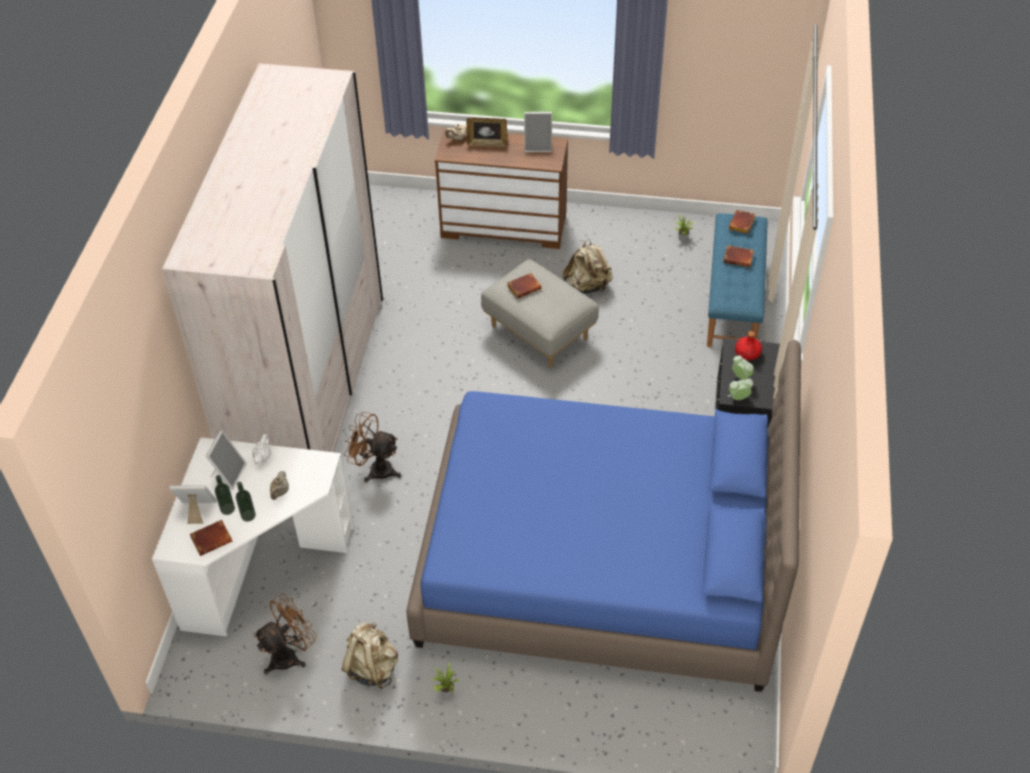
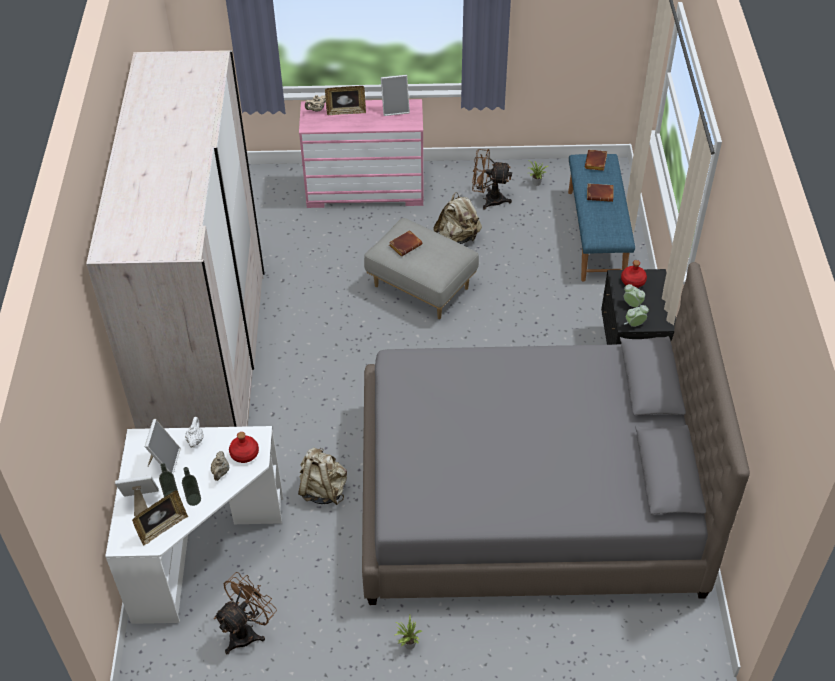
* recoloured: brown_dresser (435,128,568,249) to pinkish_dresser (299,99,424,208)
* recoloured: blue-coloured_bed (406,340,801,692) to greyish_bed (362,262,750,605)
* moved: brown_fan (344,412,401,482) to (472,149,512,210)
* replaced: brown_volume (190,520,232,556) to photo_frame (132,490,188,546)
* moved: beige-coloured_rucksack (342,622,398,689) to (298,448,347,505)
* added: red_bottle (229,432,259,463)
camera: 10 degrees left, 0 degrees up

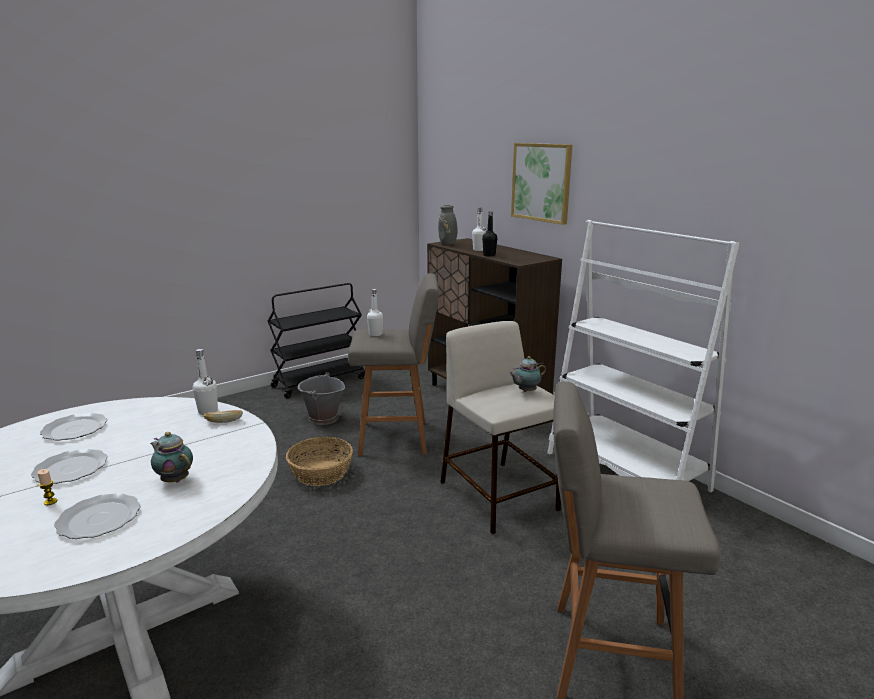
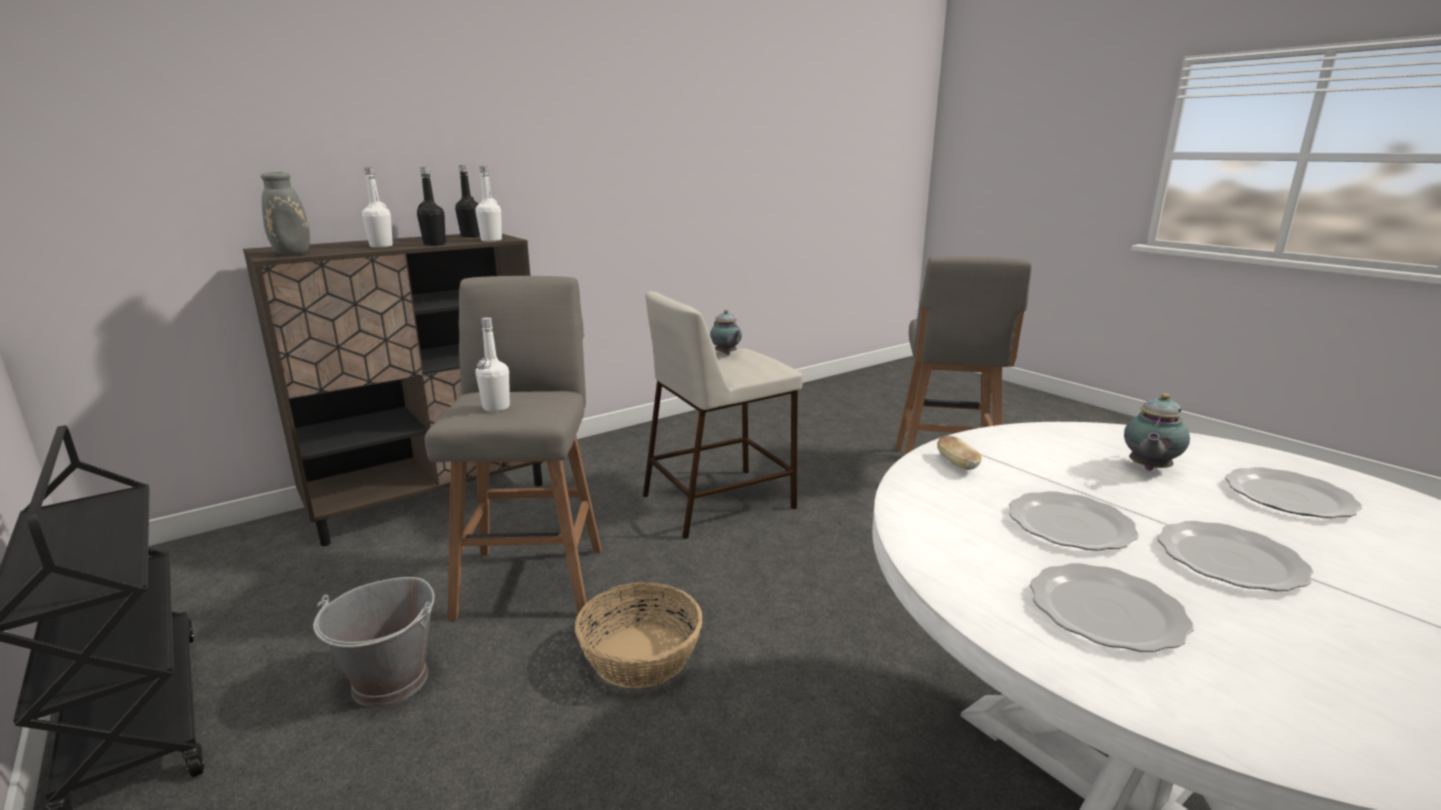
* removed: wall_art (511,143,572,225)
* removed: white-coloured_bookcase (547,220,739,493)
* moved: white-coloured_bottle (193,349,218,415) to (475,166,502,241)
* removed: wax_candle (37,469,58,505)
* added: black-coloured_bottle (455,165,480,237)
* added: dinner_plate (1009,491,1139,551)
camera: 90 degrees left, 0 degrees up

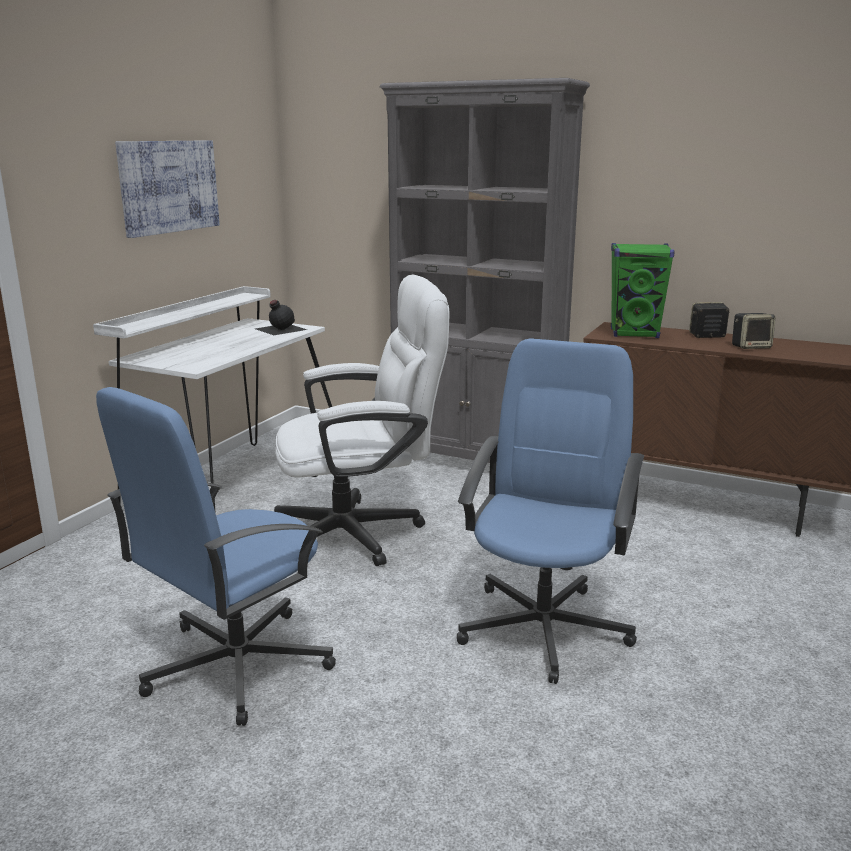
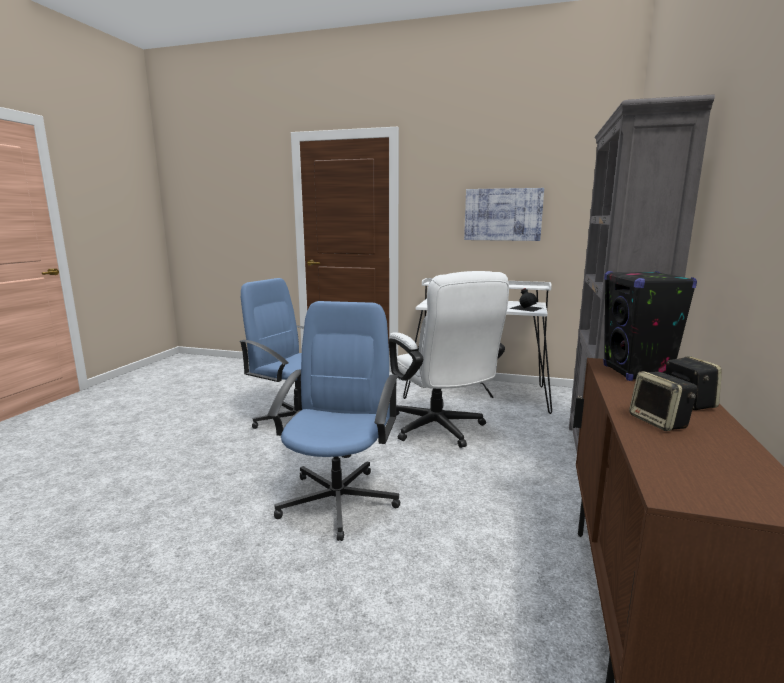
* recoloured: green-coloured_audio_speaker (611,243,675,338) to black-coloured_audio_speaker (603,271,697,381)
* turned: blue-coloured_desk_chair (457,338,645,684) = (268,301,400,541) 90 degrees counterclockwise
camera: 80 degrees right, 5 degrees down

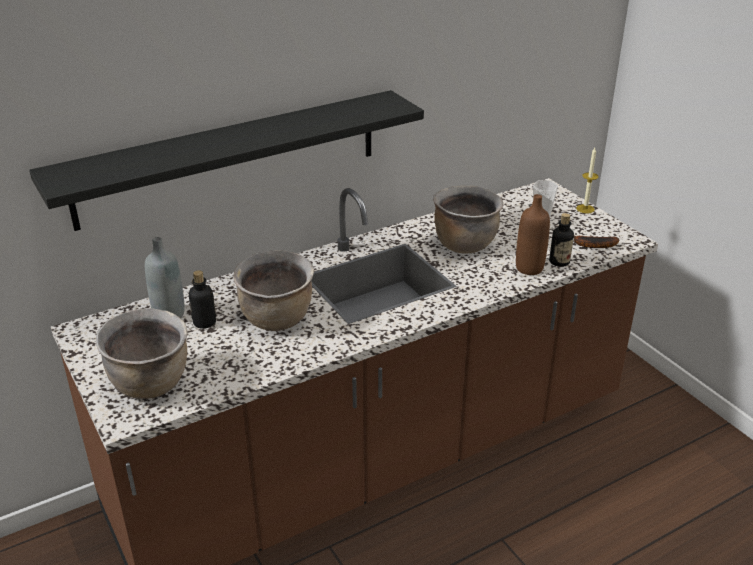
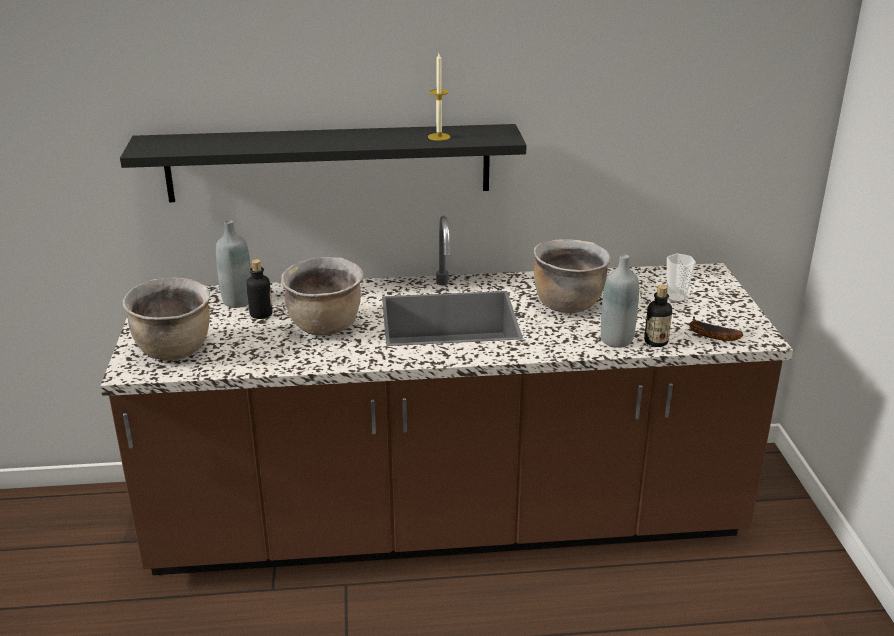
* moved: wax_candle (576,148,598,213) to (428,53,450,141)
* recoloured: brown_bottle (516,194,550,275) to greyish_bottle (601,254,639,348)
camera: 25 degrees right, 5 degrees down

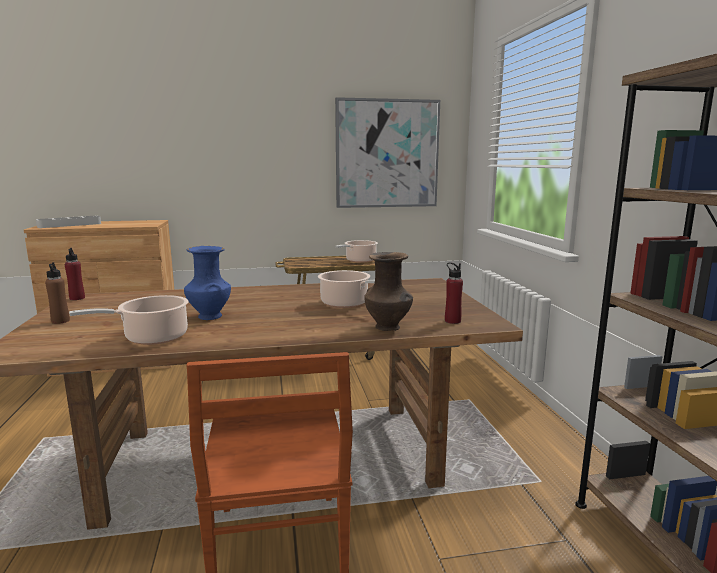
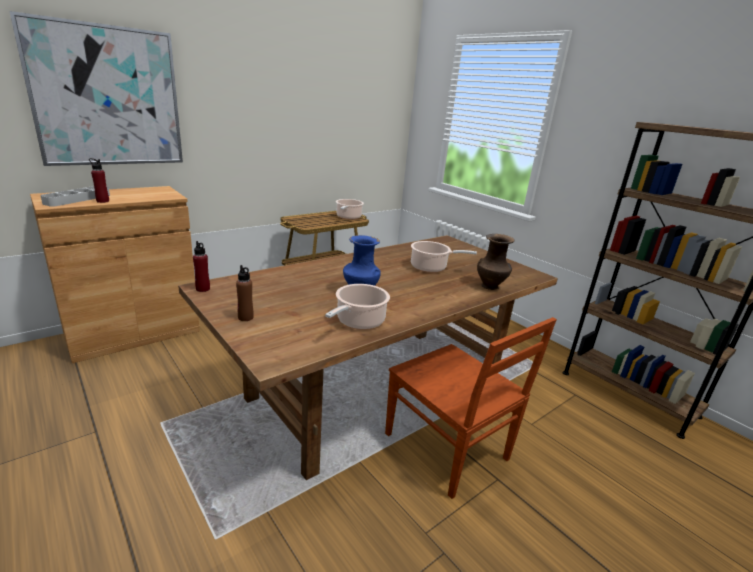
* moved: wall_art (335,97,440,208) to (9,11,183,166)
* moved: red_bottle (445,262,463,324) to (89,158,109,203)
camera: 30 degrees left, 10 degrees up

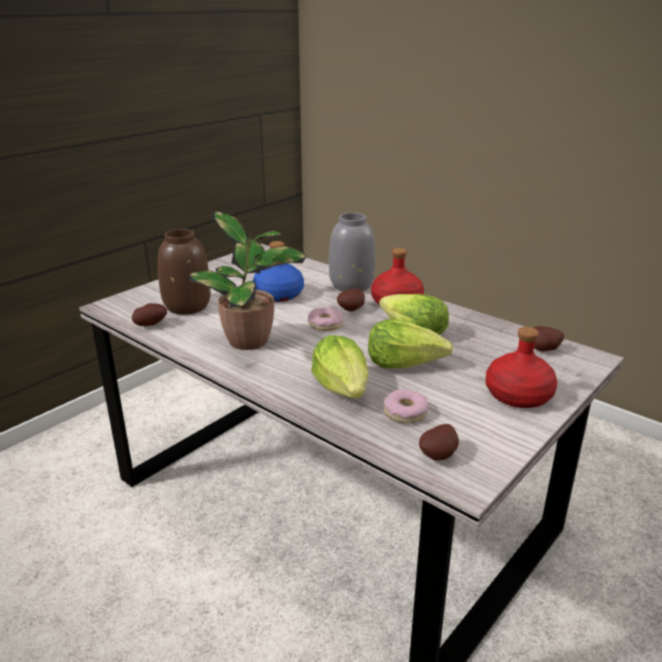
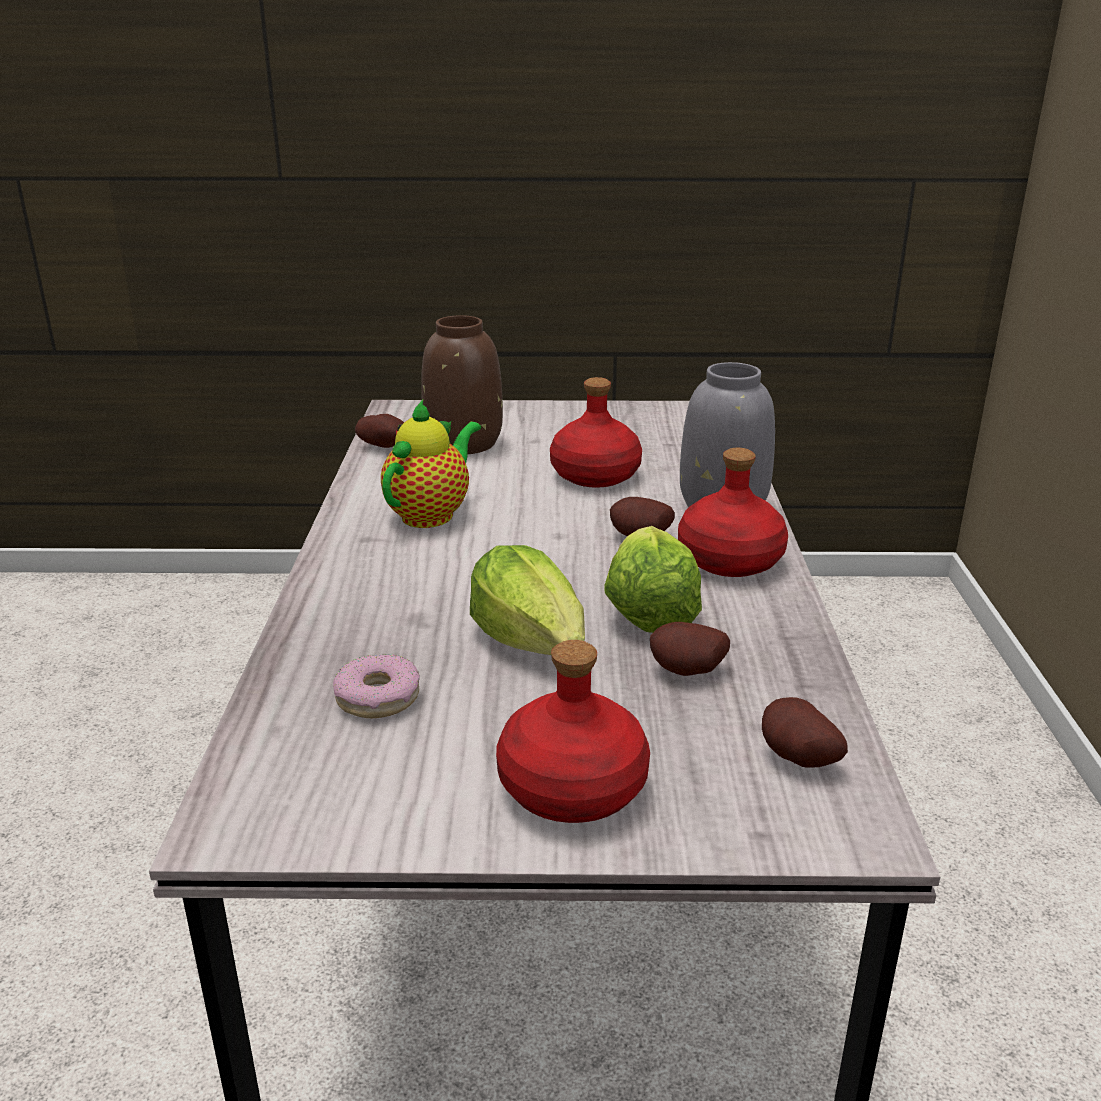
* replaced: houseplant (189,211,306,350) to tea_pot (381,400,481,528)
* recoloured: blue-coloured_bottle (253,241,304,302) to red_bottle (550,377,642,488)
* removed: ring_doughnut (308,307,343,331)
* removed: lettuce_head (311,335,369,399)
* moved: potato (419,424,459,460) to (650,622,730,676)
camera: 50 degrees right, 0 degrees up

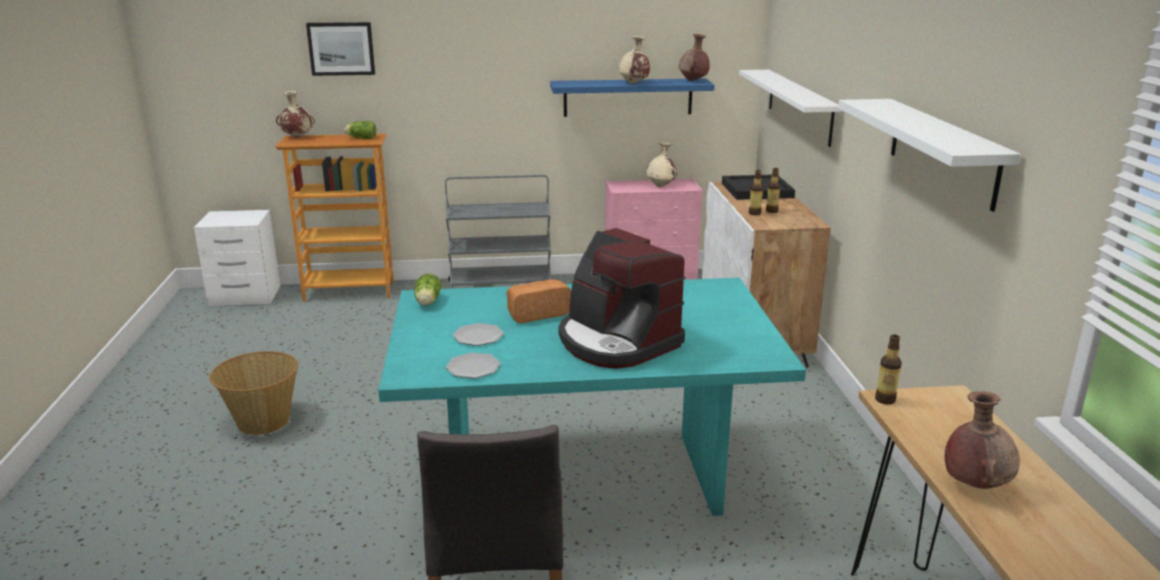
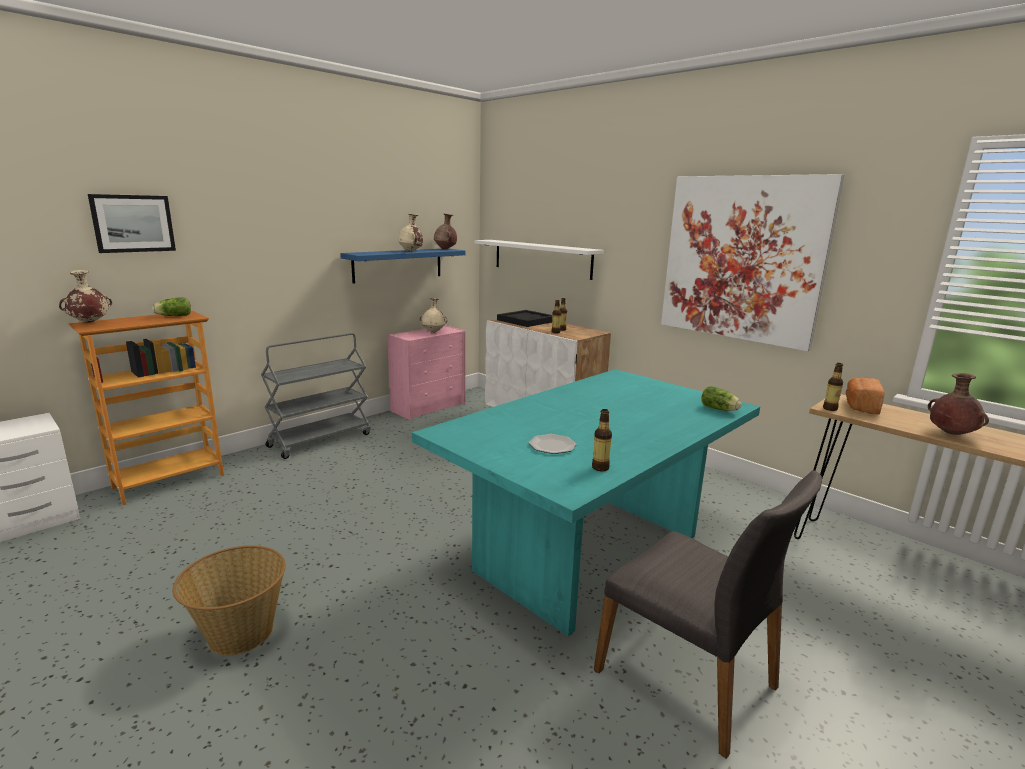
* replaced: white-coloured_wall_shelf (838,99,1021,212) to wall_art (661,174,844,351)
* removed: coffee_machine (559,228,686,369)
* moved: lettuce_head (414,274,441,306) to (701,386,741,411)
* moved: bread (506,279,571,323) to (846,377,885,414)
* replaced: dinner_plate (446,353,501,379) to bottle (592,409,612,471)
camera: 40 degrees left, 5 degrees down

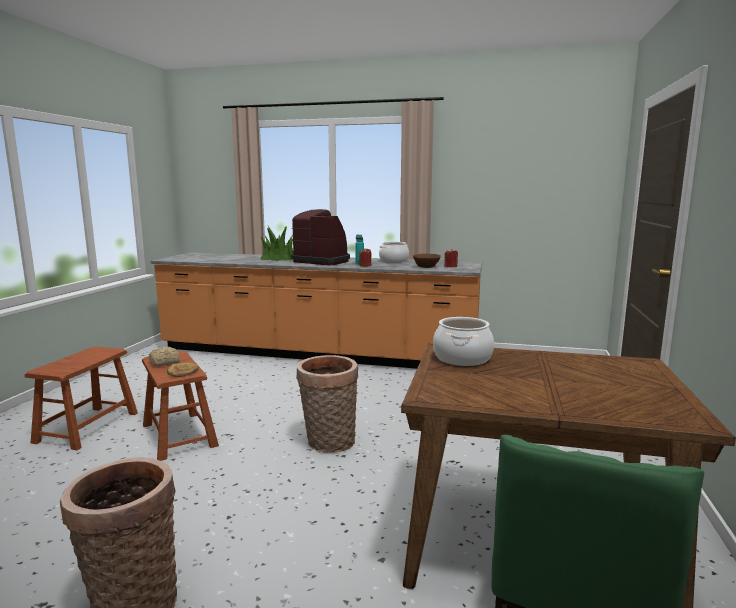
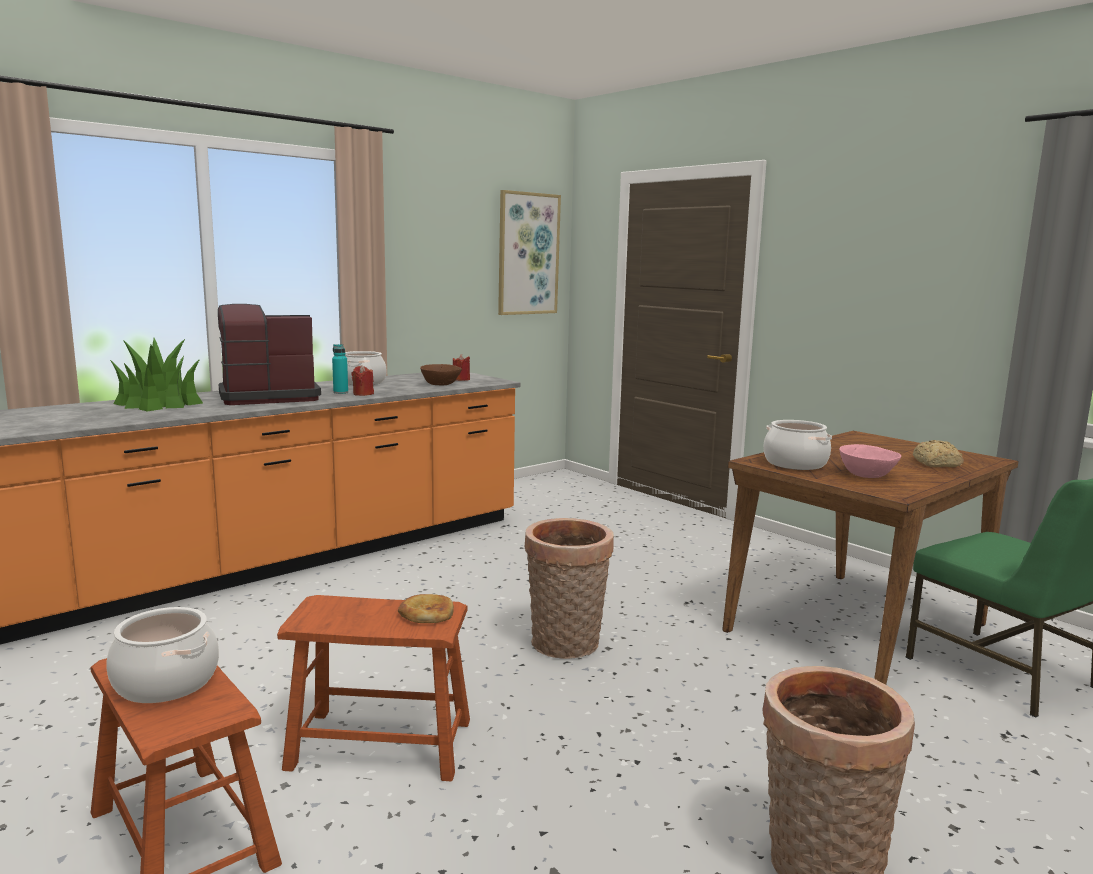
* moved: bread (149,347,180,367) to (913,440,964,467)
* added: wall_art (498,190,561,315)
* added: pinkish_bowl (839,444,901,478)
* added: saucepot (106,607,219,703)
camera: 55 degrees left, 0 degrees up

